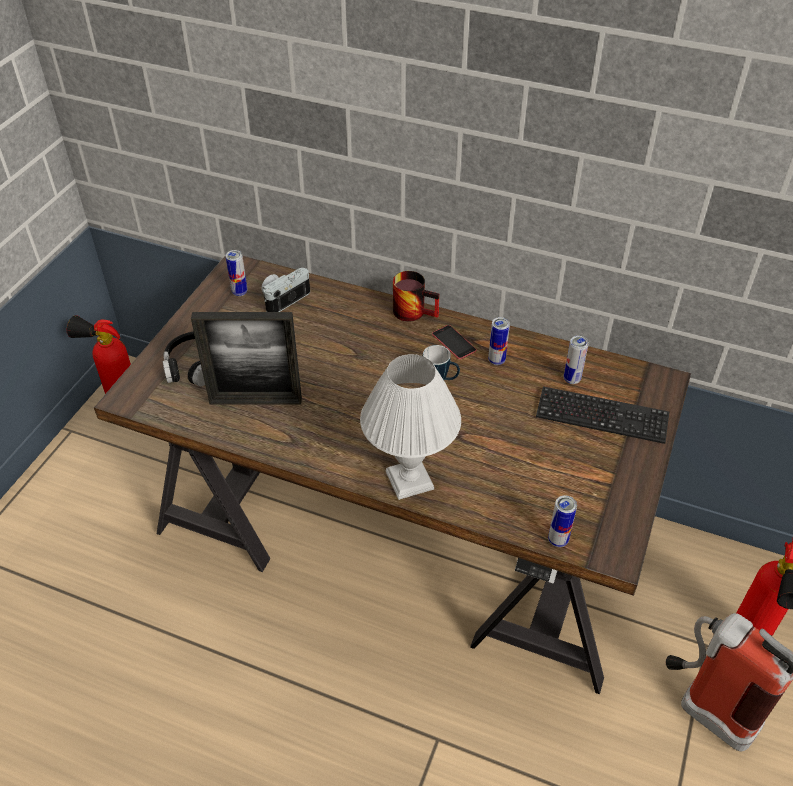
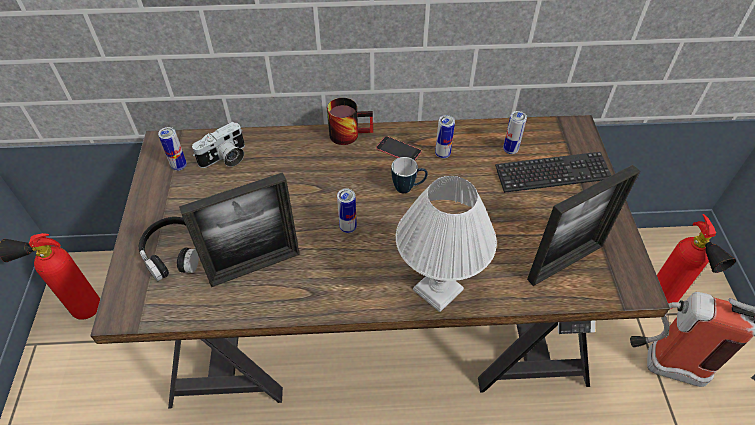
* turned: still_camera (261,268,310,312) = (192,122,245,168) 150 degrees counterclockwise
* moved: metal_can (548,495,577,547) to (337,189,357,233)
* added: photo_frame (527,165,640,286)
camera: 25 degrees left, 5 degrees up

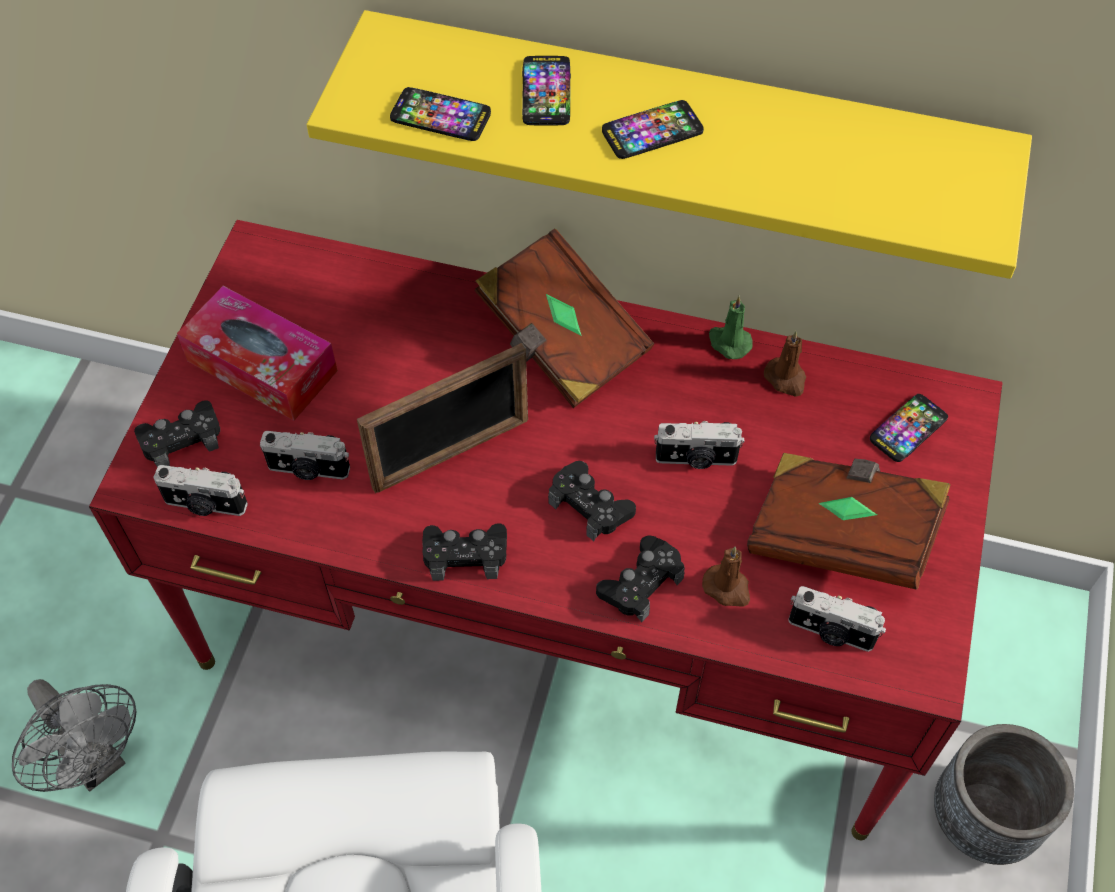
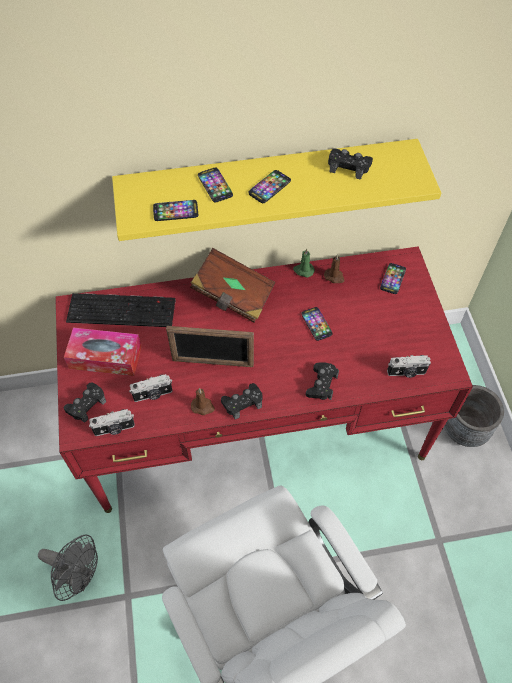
* turned: photo_frame (357,343,528,493) = (166,326,254,367) 60 degrees clockwise
* replaced: still_camera (654,421,744,469) to telephone (301,307,332,341)
* removed: brown_volume (747,453,950,590)
* moved: black-coloured_game_controller (548,461,636,541) to (328,149,373,180)
* moved: brown_wax_candle (702,547,750,607) to (191,388,215,415)
* added: PC_keyboard (66,293,176,327)
camera: 25 degrees left, 0 degrees up

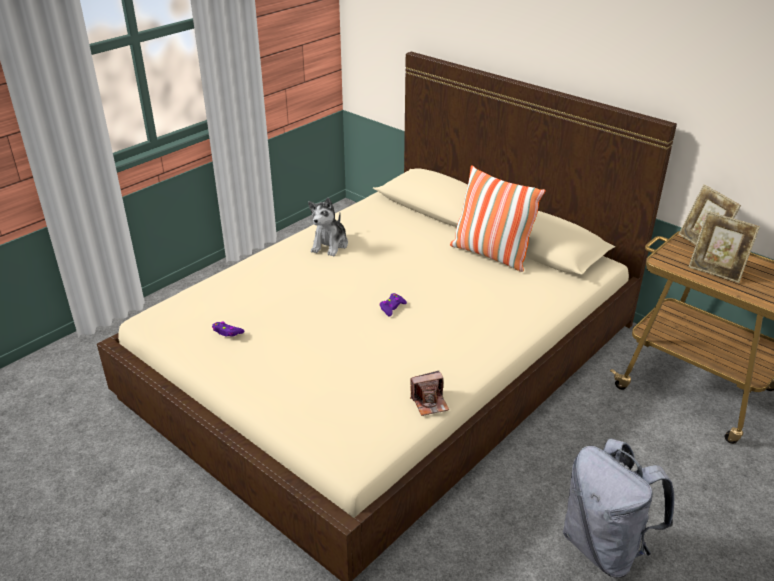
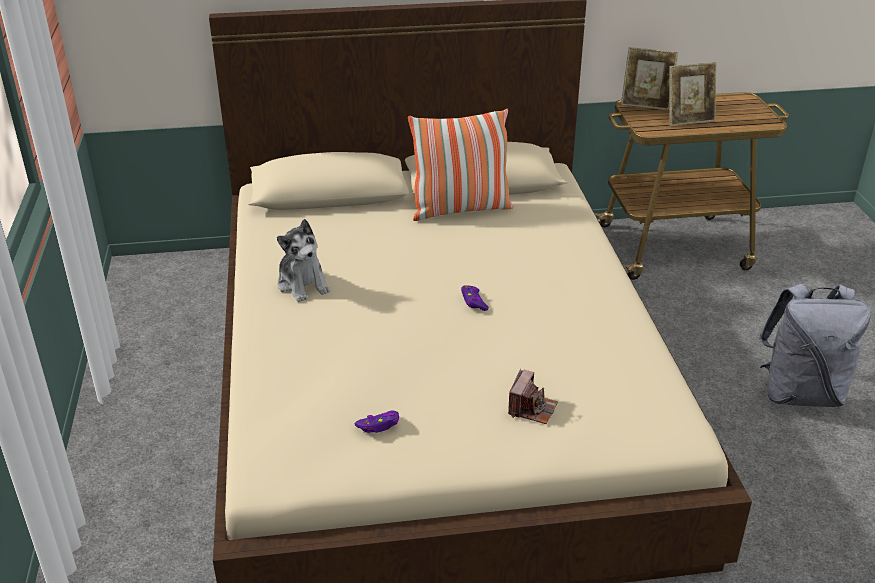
* moved: still_camera (410,371,449,416) to (508,369,558,424)
camera: 50 degrees left, 0 degrees up

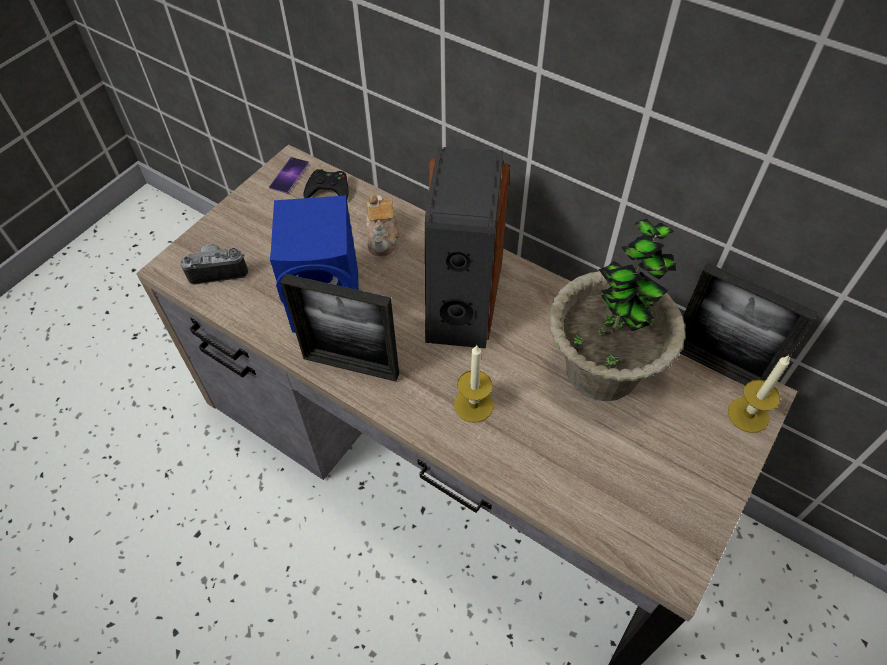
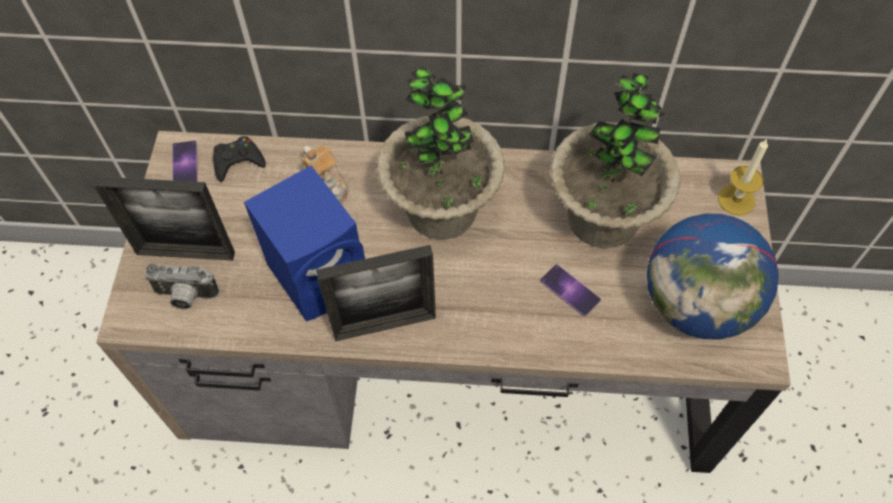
* replaced: audio_speaker (425,147,510,348) to houseplant (377,66,505,240)
* turned: still_camera (180,244,249,285) = (145,264,219,310) 135 degrees counterclockwise
* moved: photo_frame (680,263,818,385) to (93,176,235,260)
* removed: wax_candle (454,345,494,423)
* added: desk_globe (647,214,779,340)
* added: telephone (540,264,601,317)
camera: 30 degrees left, 5 degrees up

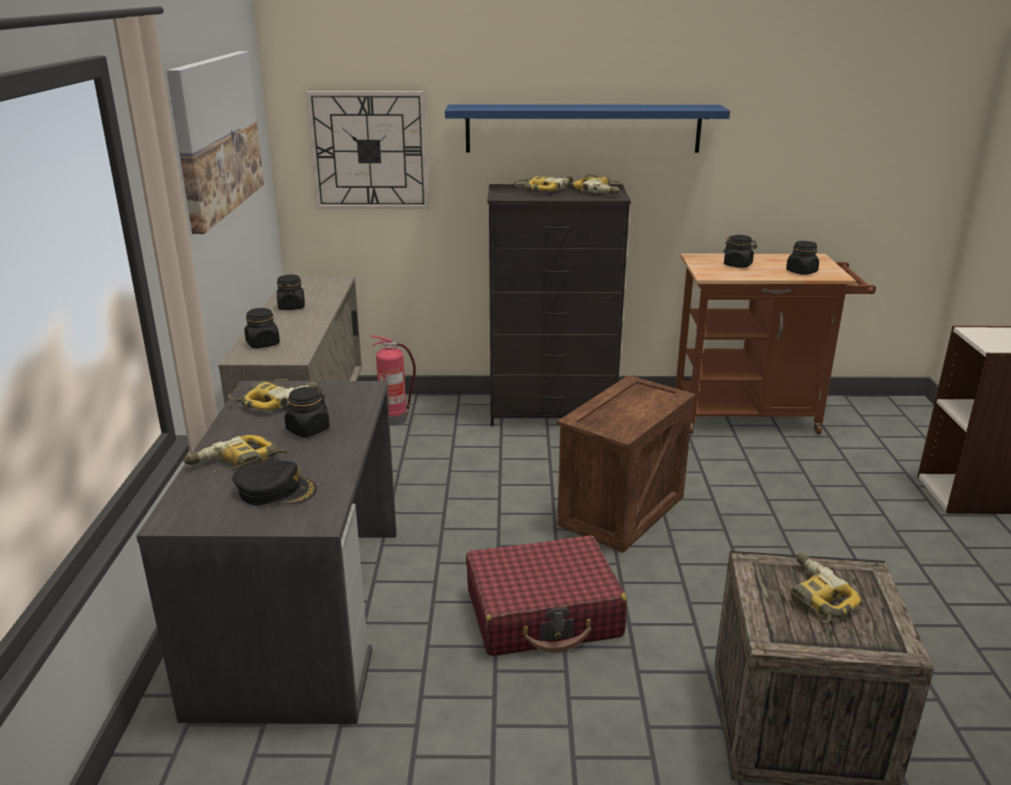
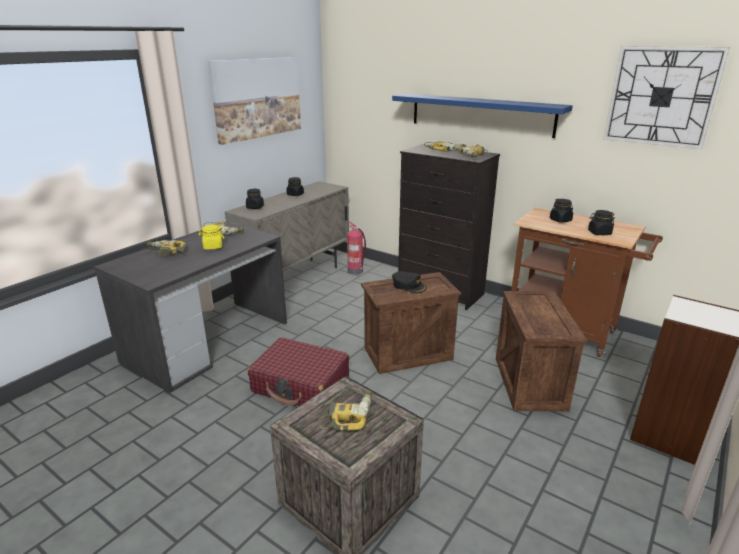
* moved: hanging_clock (306,91,429,209) to (603,46,730,150)
* recoloured: black-coloured_storage_jar (283,387,330,437) to yellowish_storage_jar (199,225,224,250)
* moved: black-coloured_baseball_cap (233,461,317,505) to (392,271,427,293)
* added: packing_crate (496,291,587,412)
camera: 35 degrees right, 0 degrees up

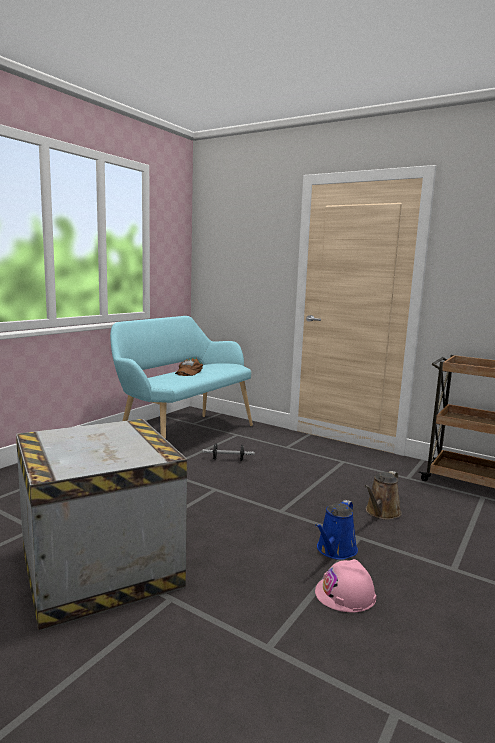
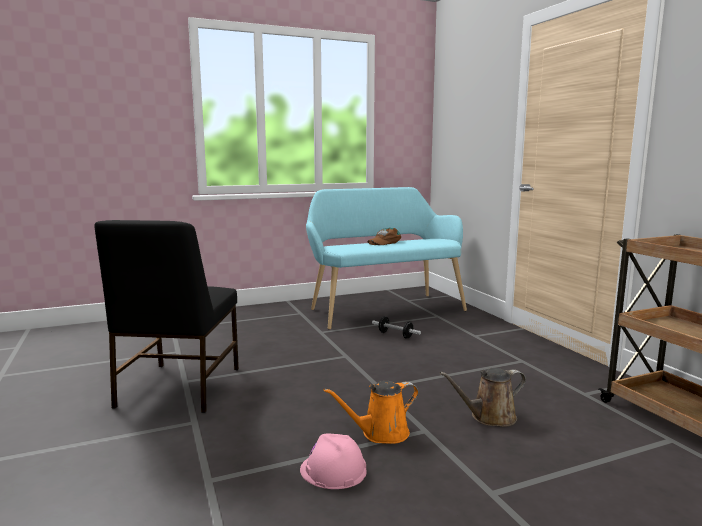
* replaced: packing_crate (16,419,187,631) to black-coloured_chair (94,220,239,413)
* recoloured: blue-coloured_watering_pot (315,500,358,560) to orangey_watering_pot (324,381,418,444)
camera: 35 degrees right, 0 degrees up

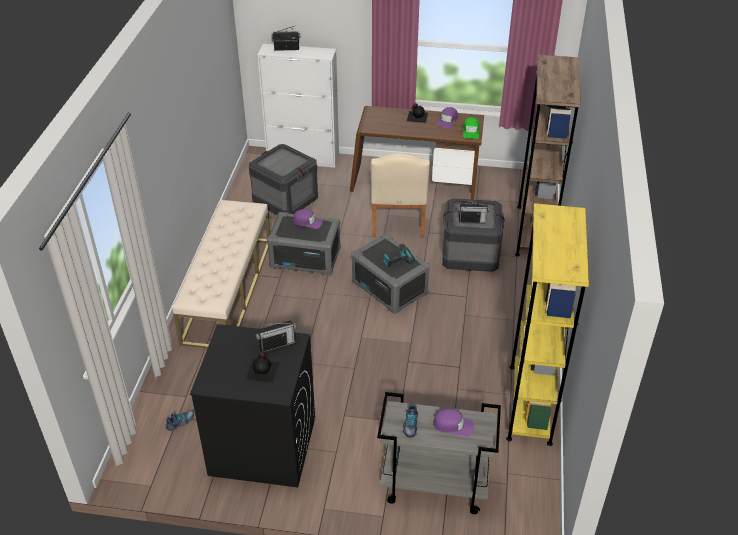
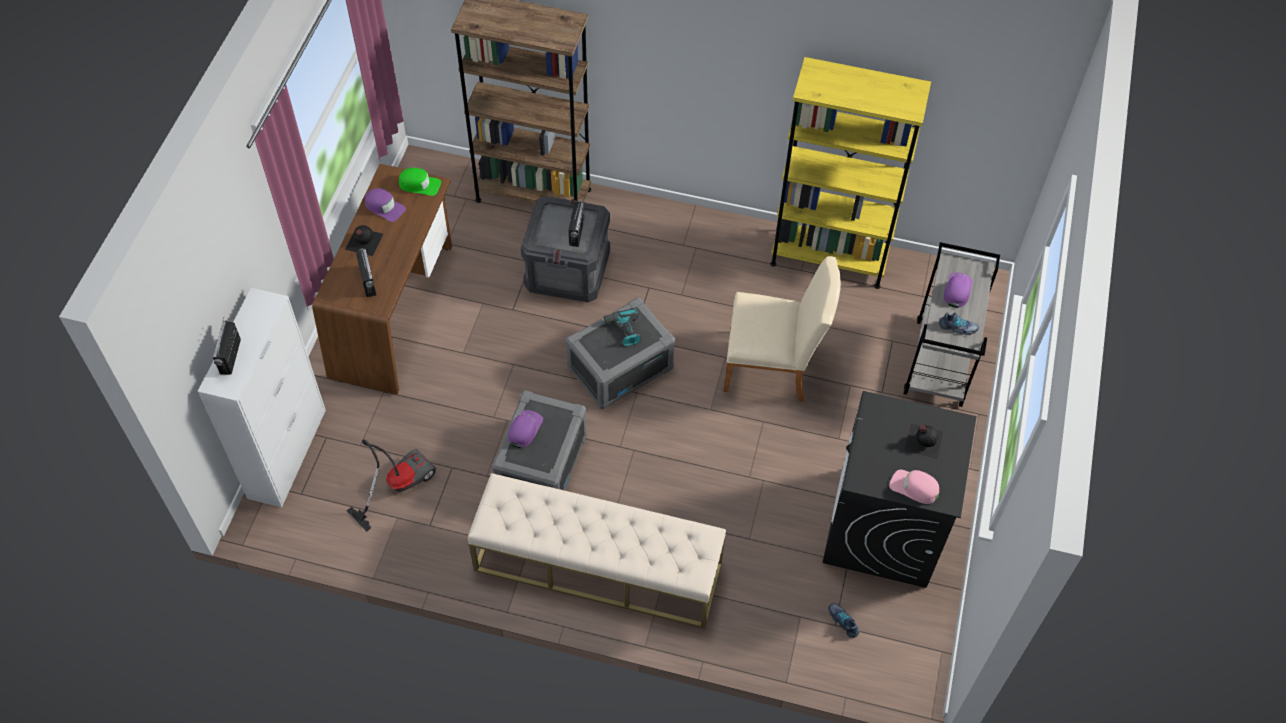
* replaced: packing_crate (249,144,318,215) to vacuum_cleaner (346,440,436,532)
* moved: beige-coloured_chair (371,154,430,238) to (724,256,841,402)
* moved: radio (256,321,296,352) to (356,248,376,297)
* added: pinkish_baseball_cap (889,470,940,504)
camera: 85 degrees left, 15 degrees up

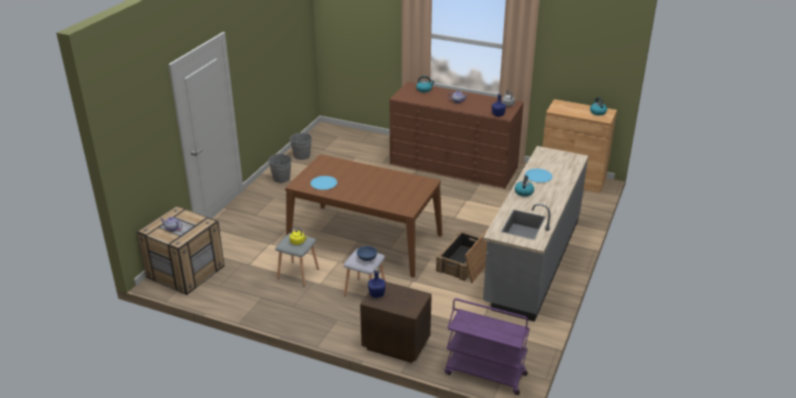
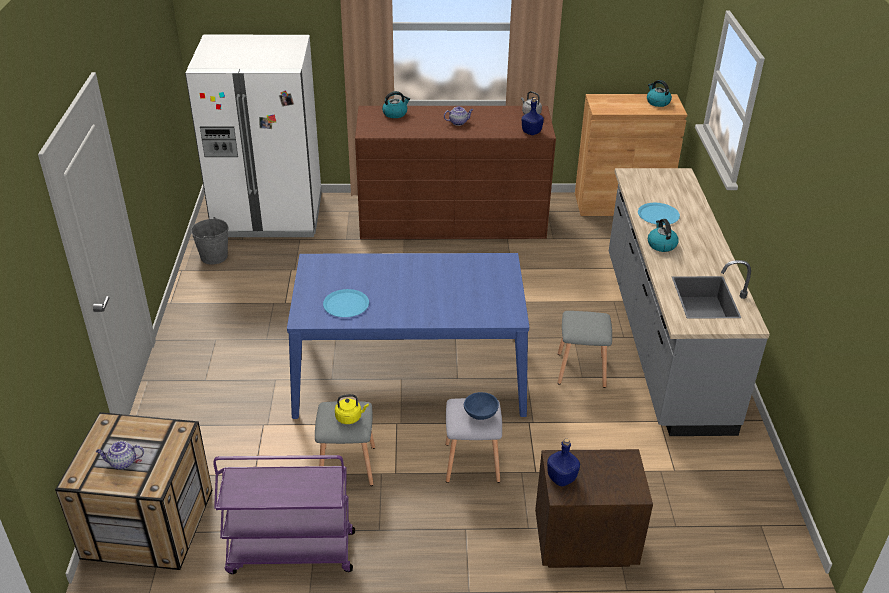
* removed: greyish_water_bucket (268,154,292,183)
* recoloured: brown_kitchen_table (285,154,442,278) to blue-coloured_kitchen_table (287,253,529,419)
* replaced: packing_crate (436,229,488,283) to greyish_stool (558,311,612,388)
* moved: purple-coloured_trolley (444,298,530,395) to (213,455,355,574)
* added: white-coloured_kitchen_fridge (185,34,322,237)
camera: 25 degrees left, 5 degrees up

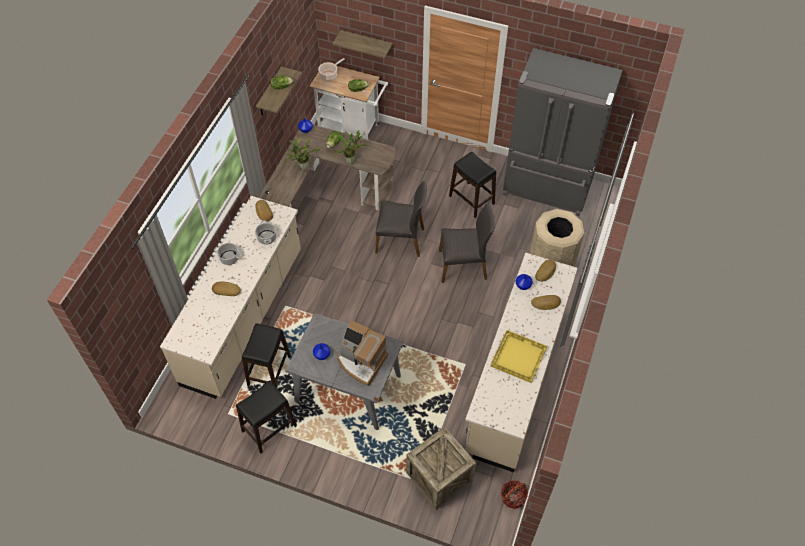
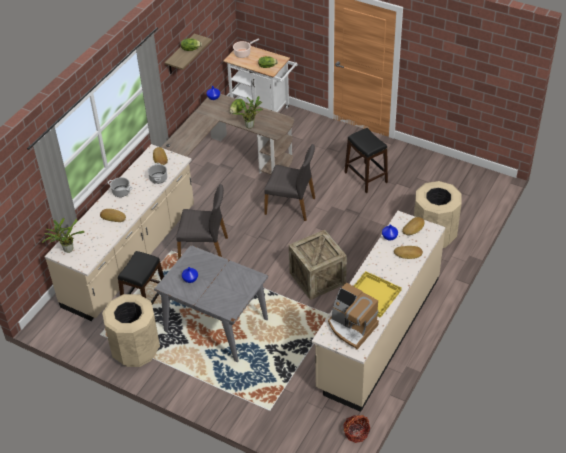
* removed: wall_shelf (332,30,392,58)
* removed: greyish_kitchen_fridge (503,48,622,216)
* moved: houseplant (283,137,321,170) to (42,218,85,253)
* moved: greyish_chair (439,203,495,283) to (176,184,228,260)
* moved: coffee_machine (337,321,388,386) to (328,283,379,350)
* replaced: black-coloured_stool (236,381,297,454) to beige-coloured_waste_bin (102,294,160,367)
* moved: packing_crate (406,427,476,509) to (289,230,347,300)
camera: 10 degrees right, 10 degrees down

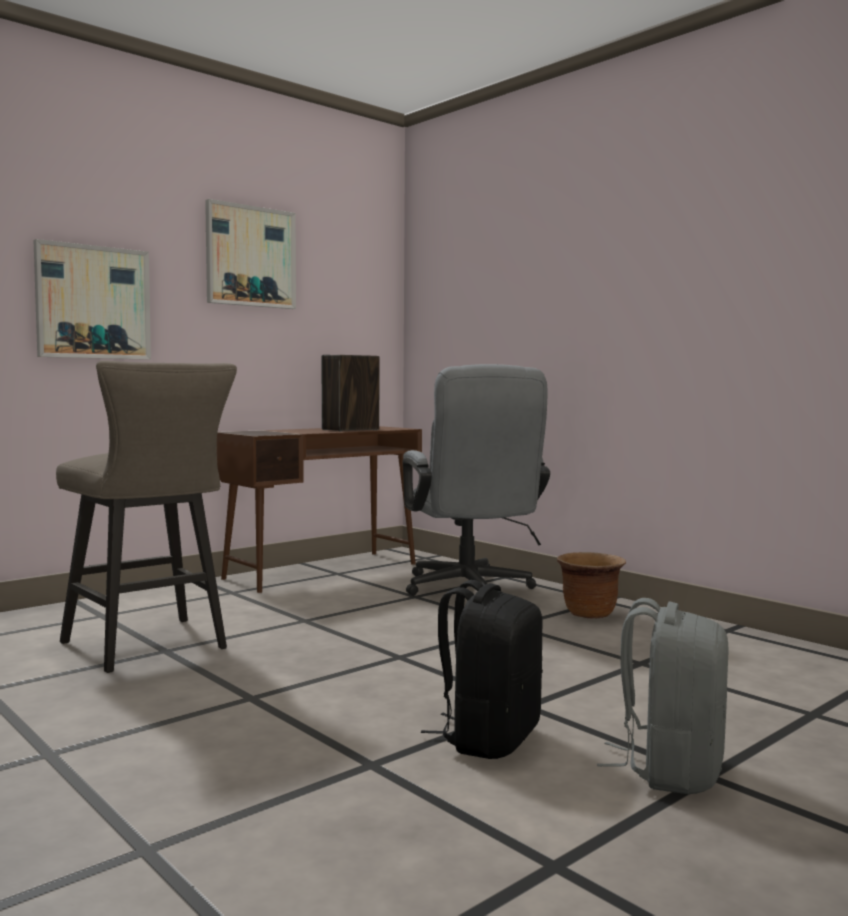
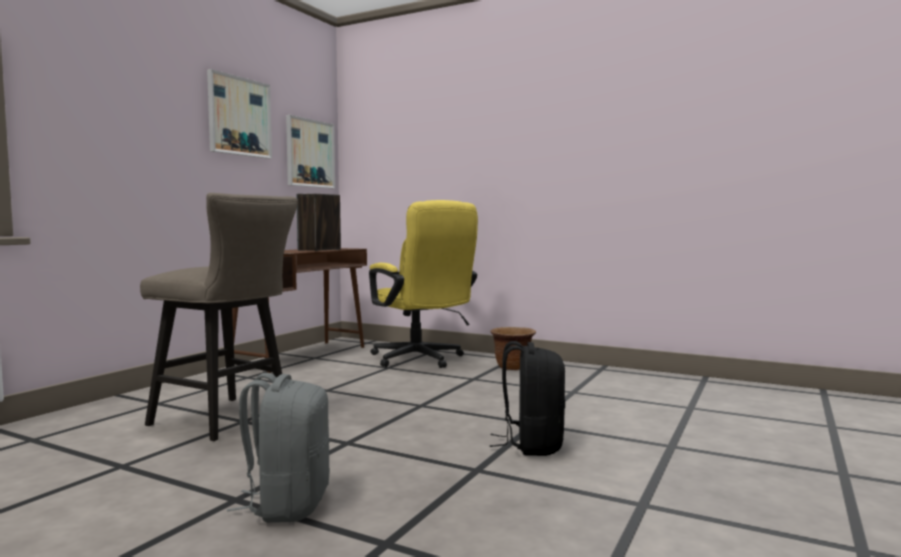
* moved: wall_art (33,239,151,360) to (286,115,335,188)
* recoloured: greyish_desk_chair (403,364,550,596) to yellowish_desk_chair (369,200,478,368)
* moved: greyish_rucksack (597,598,729,794) to (227,373,330,523)
camera: 20 degrees left, 0 degrees up

